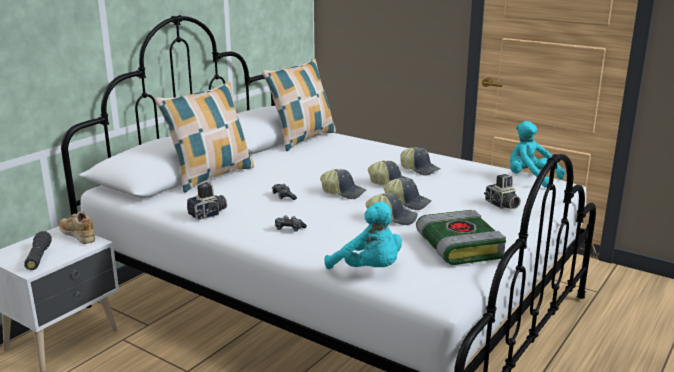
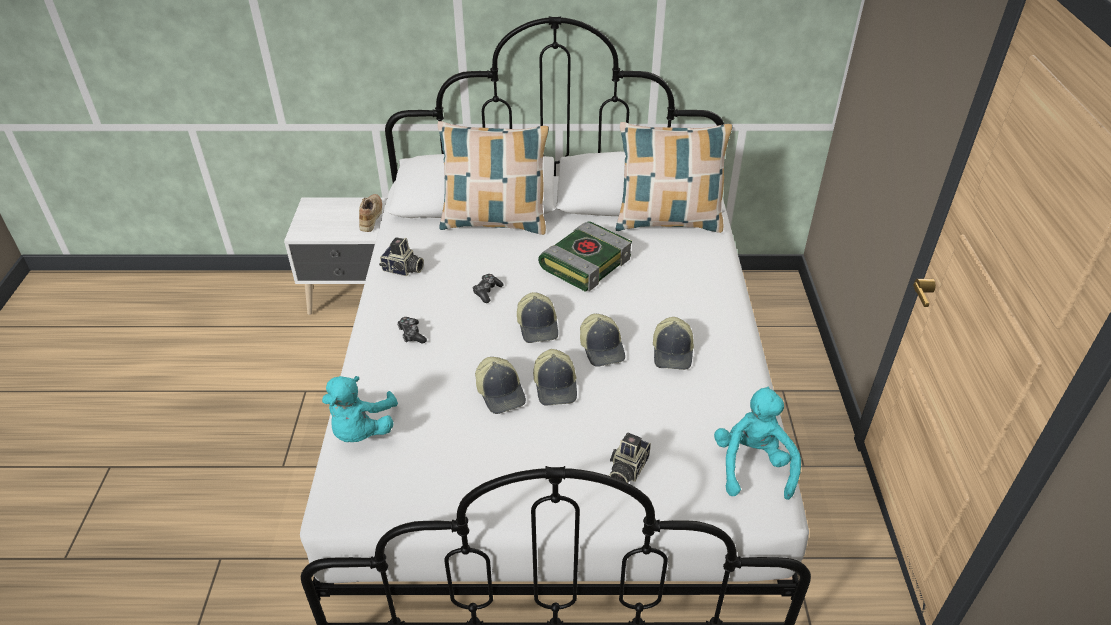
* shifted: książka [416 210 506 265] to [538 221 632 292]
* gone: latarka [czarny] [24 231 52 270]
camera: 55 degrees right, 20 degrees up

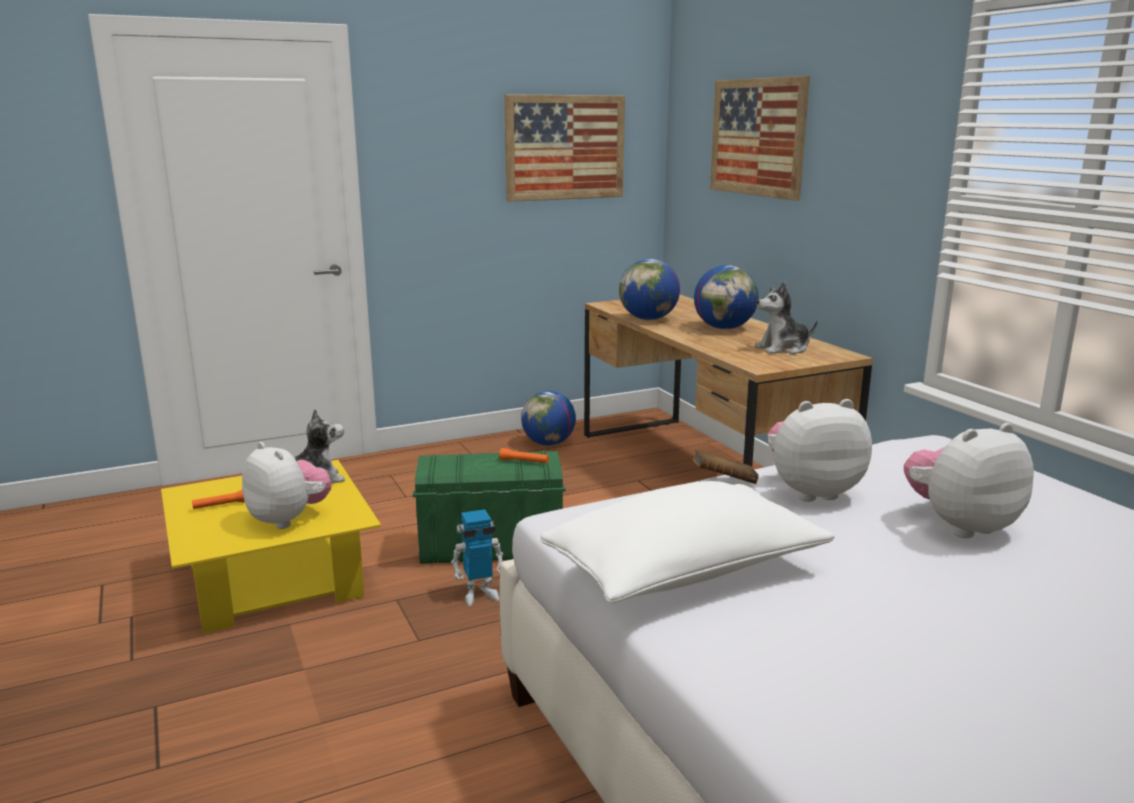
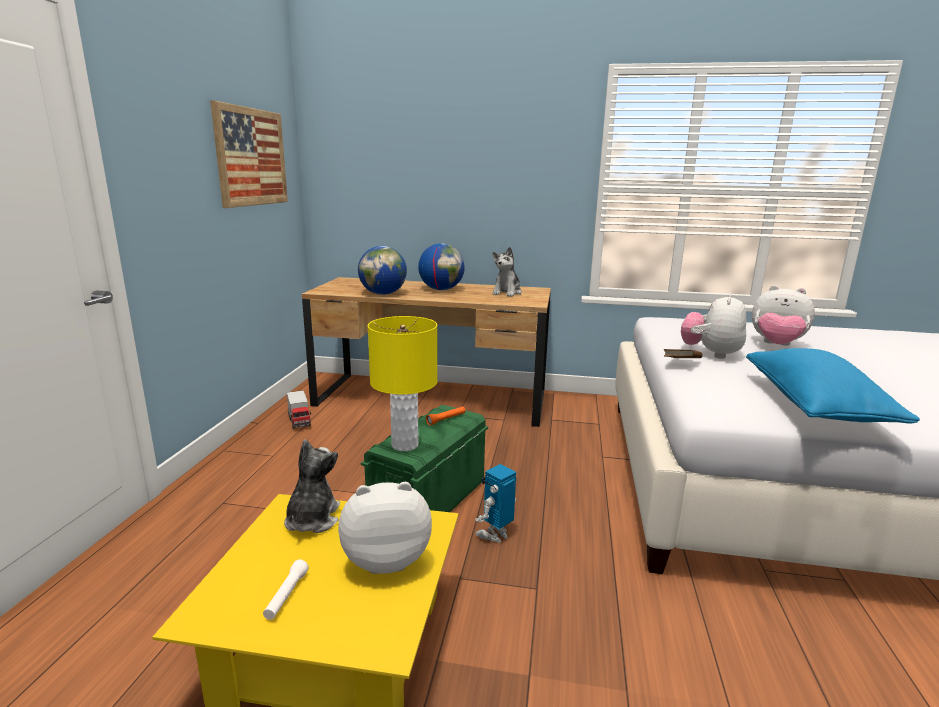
* repainted: latarka [pomarańczowy] [192 490 245 509] to latarka [biały] [263 559 309 620]
* swapped: globus [521 391 576 446] to ciężarówka zabawkowa [287 390 311 429]
* new: lampa stołowa [żółty] [368 316 437 451]
* rotated: robot zabawkowy [451 509 503 606] = [475 464 517 543] 150 degrees counterclockwise
* repainted: poduszka [biały] [540 481 835 603] to poduszka [niebieski] [746 348 920 423]
* rotated: pluszak [904 423 1034 538] = [752 285 815 346] 75 degrees counterclockwise
* gone: obraz [710 76 810 201]
camera: 55 degrees left, 0 degrees up

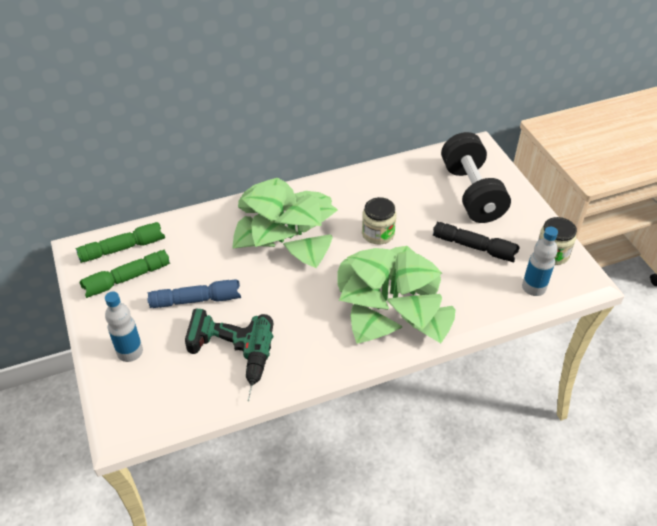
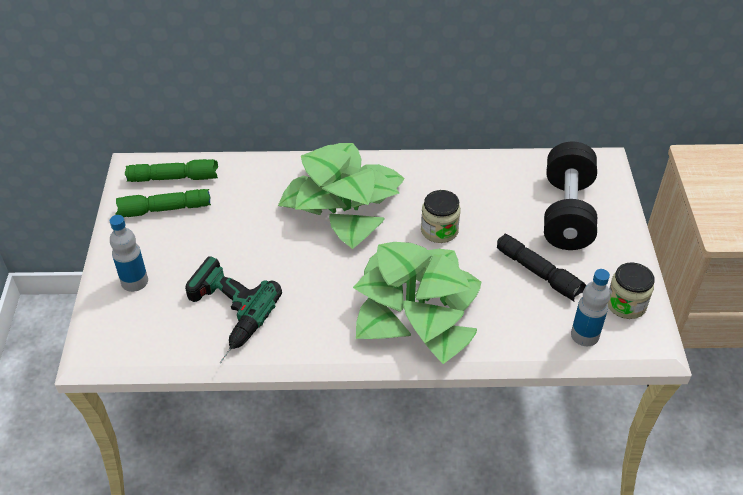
* gone: latarka [niebieski] [147 279 241 308]
camera: 20 degrees right, 0 degrees up

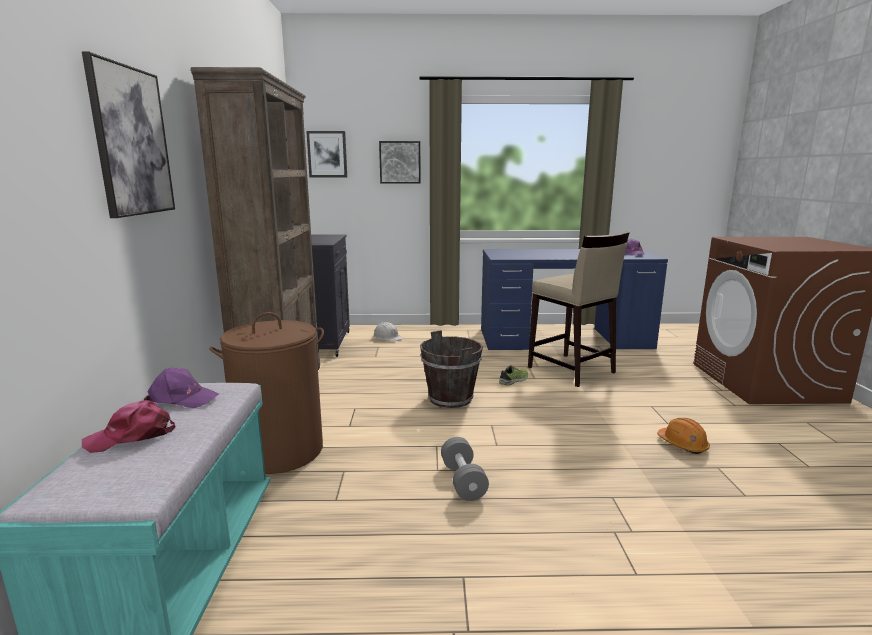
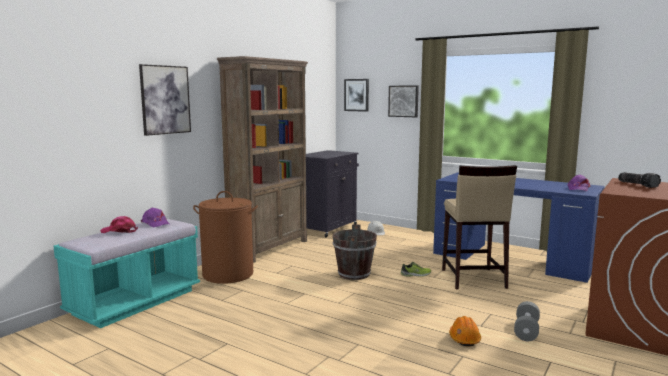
* shifted: hantel [szary] [441 437 489 501] to [514 301 540 341]
* new: latarka [618 172 661 188]
camera: 35 degrees right, 5 degrees down

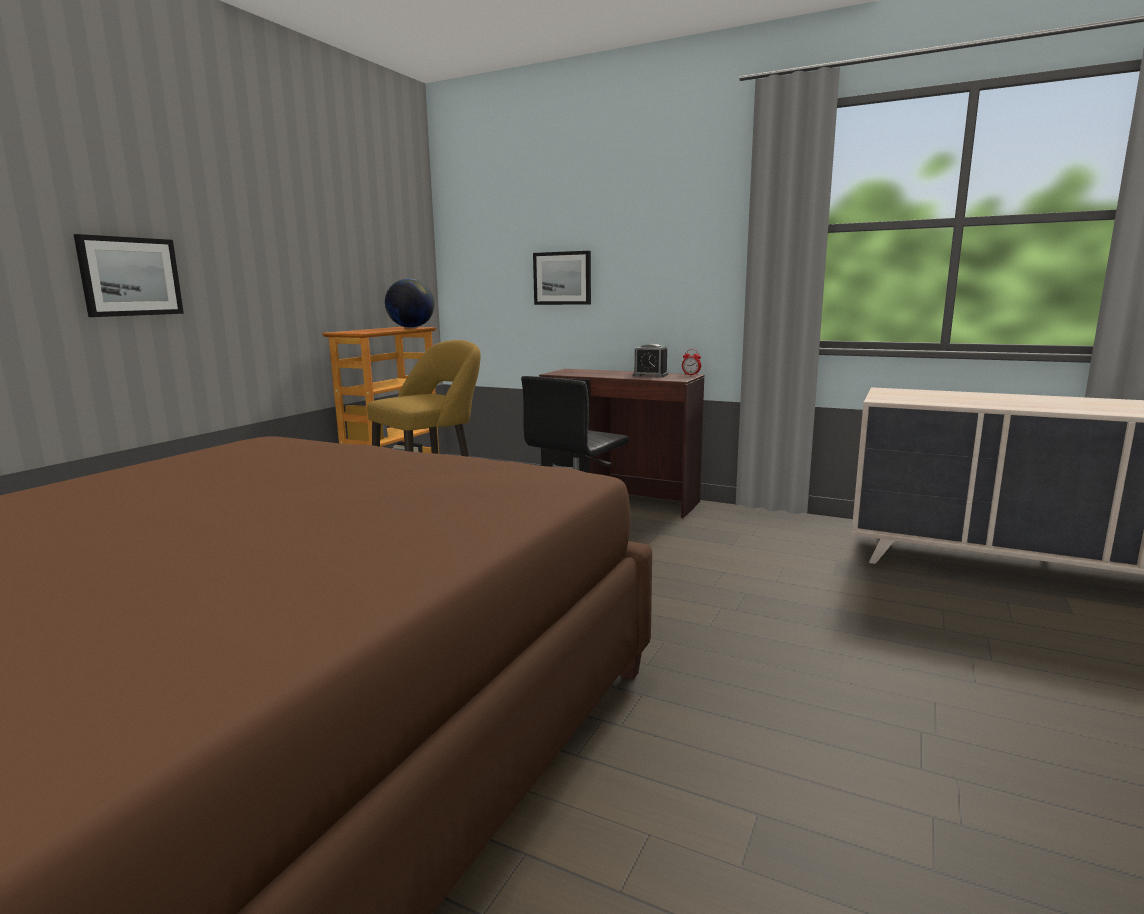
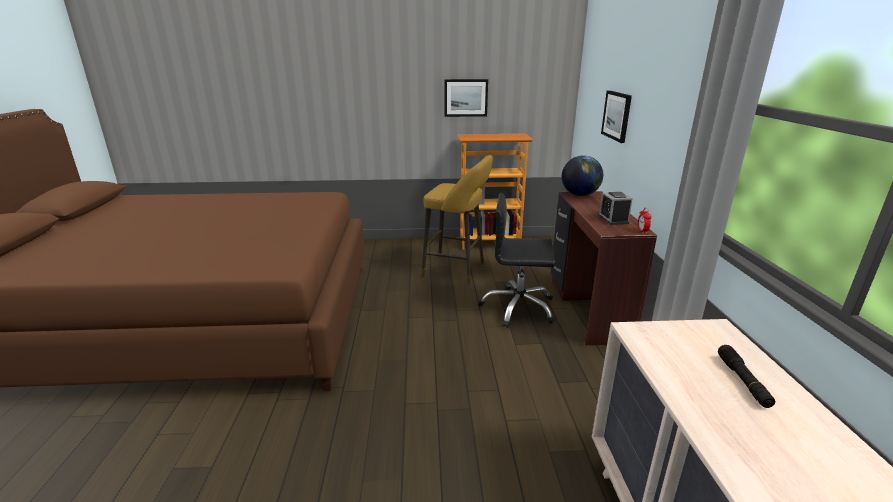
* shifted: obraz [74 234 184 317] to [444 79 488 117]
* shifted: globus [385 279 434 328] to [562 155 603 196]
* new: latarka [czarny] [718 345 775 408]
camera: 60 degrees right, 10 degrees up

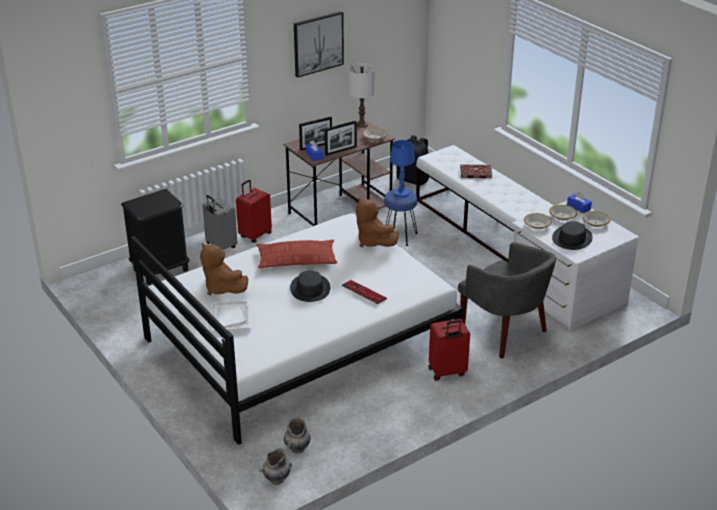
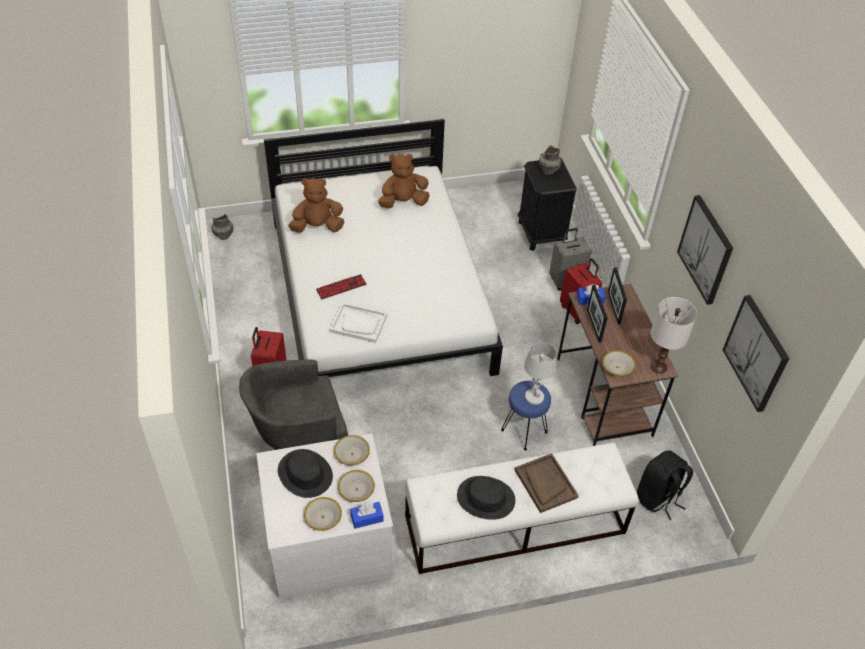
* shifted: pluszak [brązowy] [356 197 399 247] to [288 178 344 233]
* shifted: taca [biały] [212 300 251 334] to [330 303 387 343]
* shifted: kapelusz [czarny] [290 271 330 302] to [457 476 515 520]
* swapped: książka [460 164 492 178] to taca [brązowy] [515 453 579 513]
* repainted: lampa stołowa [niebieski] [390 140 415 197] to lampa stołowa [biały] [524 342 557 405]
* shifted: wazon [szary] [284 416 311 453] to [539 145 561 175]
* new: obraz [723 295 789 412]
* gone: poduszka [256 240 337 268]
camera: 110 degrees right, 15 degrees up

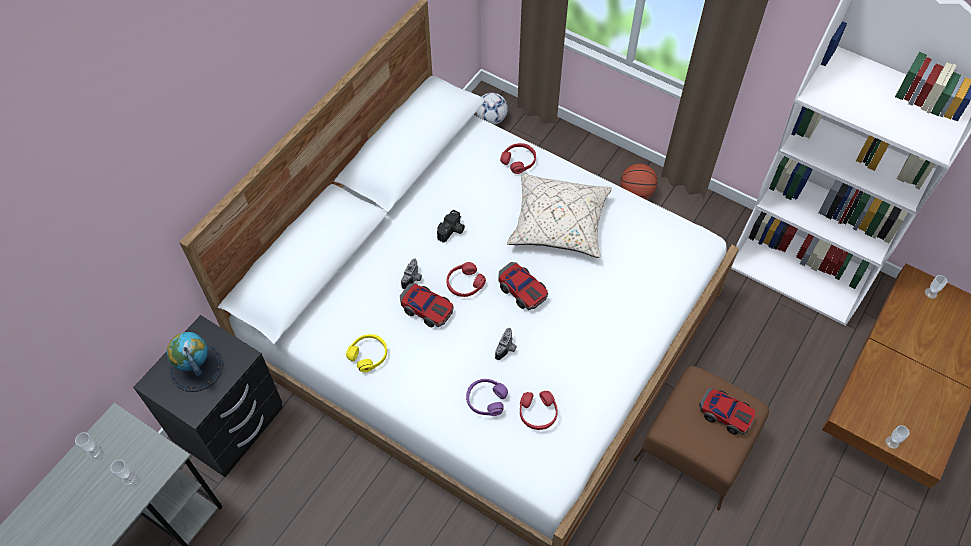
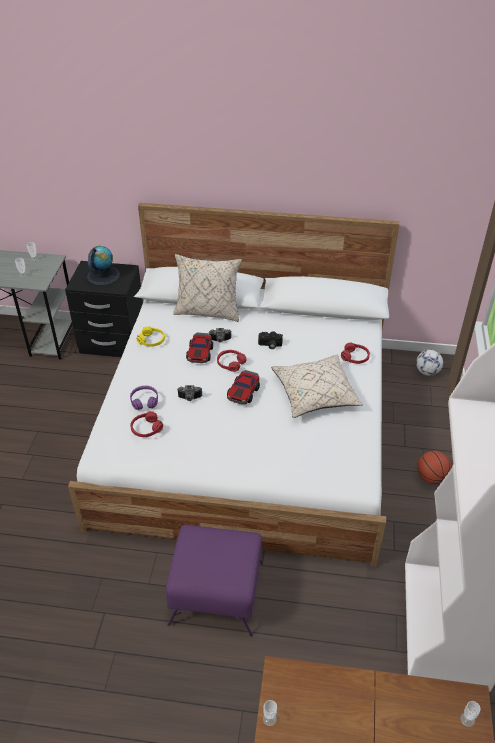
* repainted: pufa [brązowy] [634 366 769 511] to pufa [fioletowy] [166 525 263 637]
* new: poduszka [beżowy] [173 254 242 322]
* gone: samochodzik [699 388 755 435]
camera: 65 degrees right, 15 degrees down

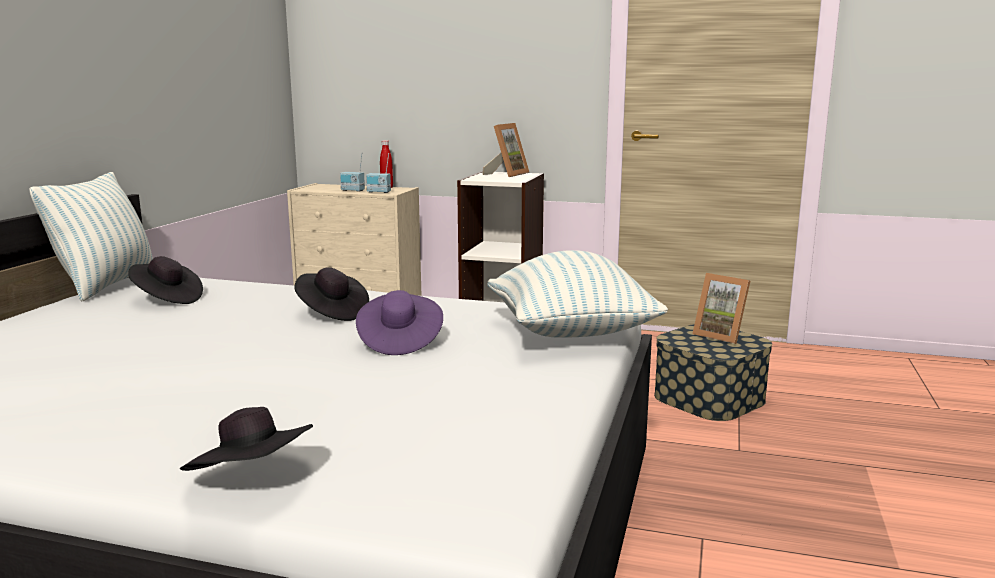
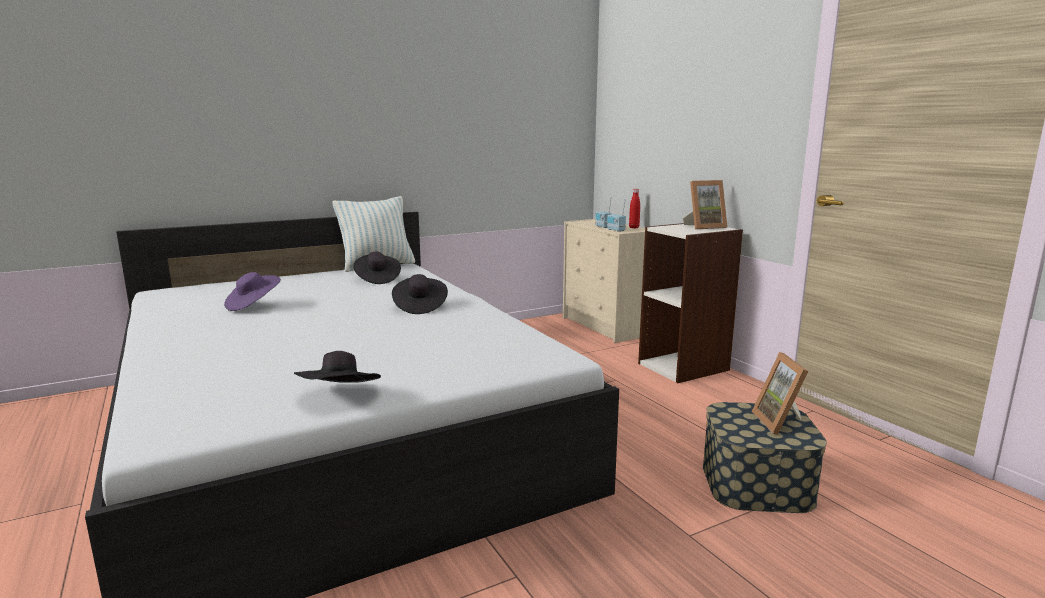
* shifted: kapelusz [fioletowy] [356 290 443 355] to [224 272 281 311]
* shifted: kapelusz [czarny] [180 407 313 471] to [294 351 381 383]
* gone: poduszka [487 250 668 338]
camera: 45 degrees right, 0 degrees up

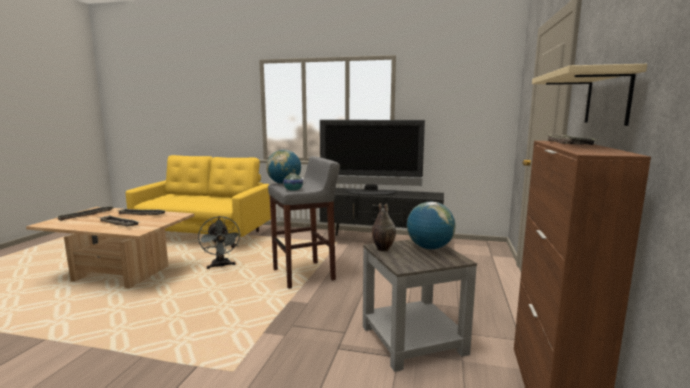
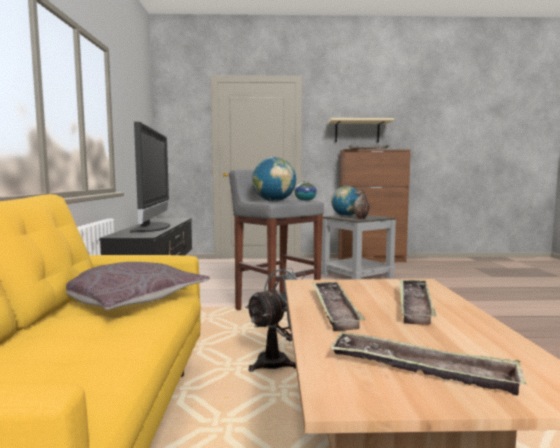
* new: poduszka [szary] [66 262 210 310]
camera: 105 degrees left, 5 degrees down

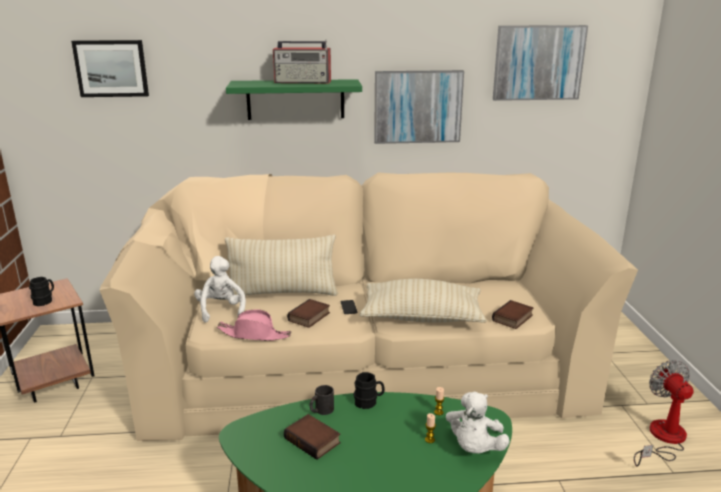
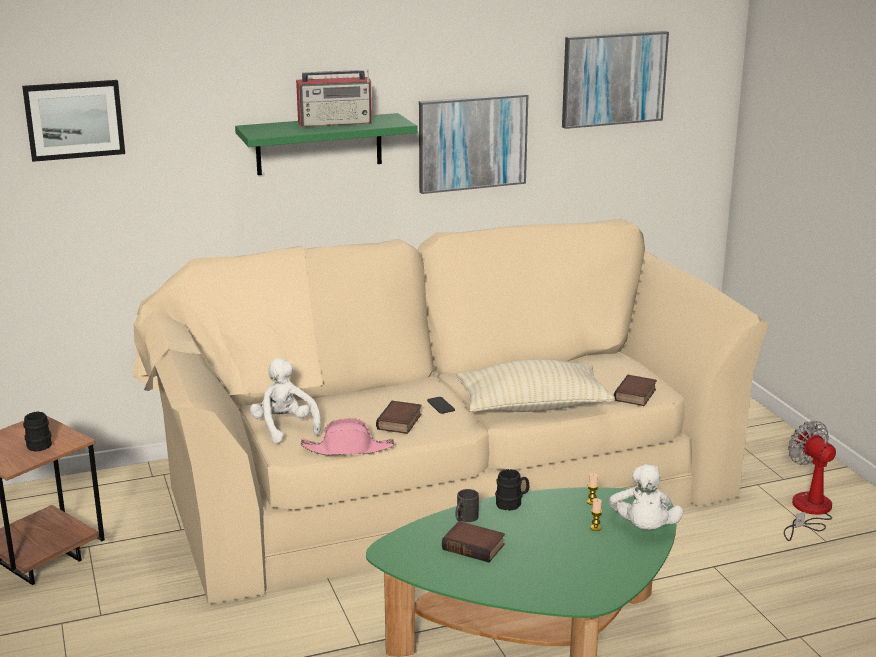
* gone: poduszka [beżowy] [225 235 338 296]
camera: 15 degrees left, 0 degrees up

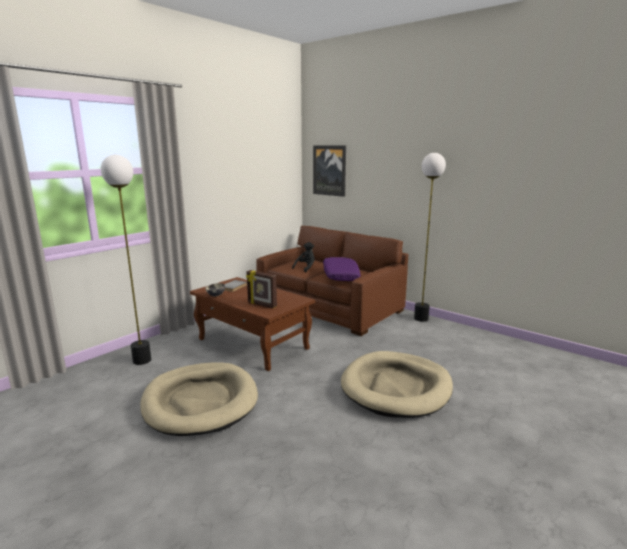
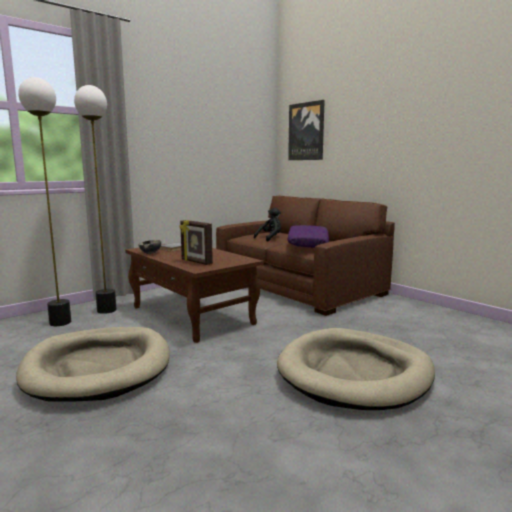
* shifted: lampa stojąca [414 153 446 322] to [74 85 117 314]
camera: 10 degrees right, 5 degrees down

